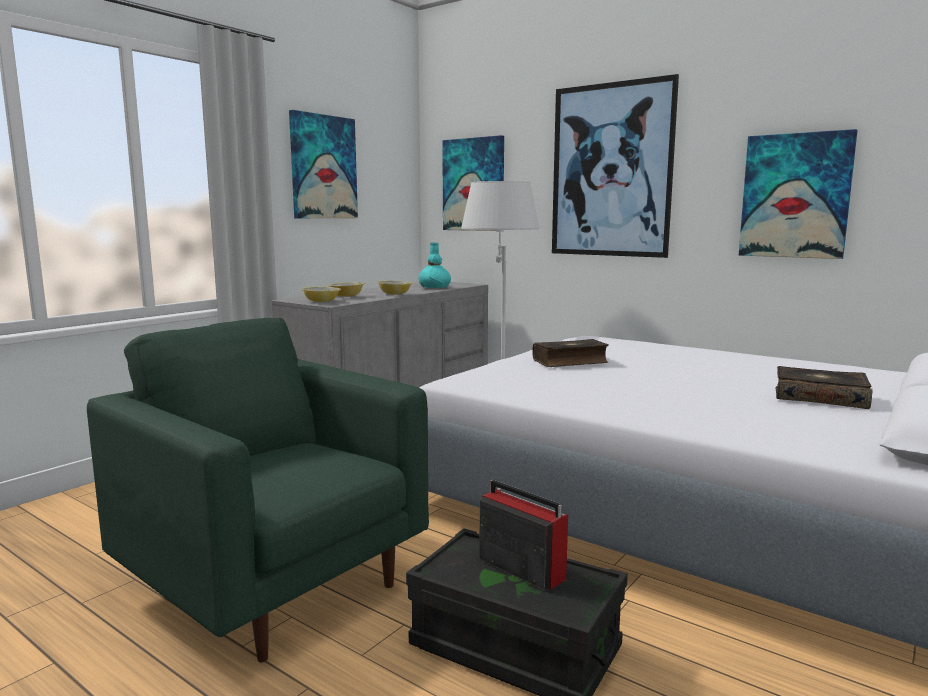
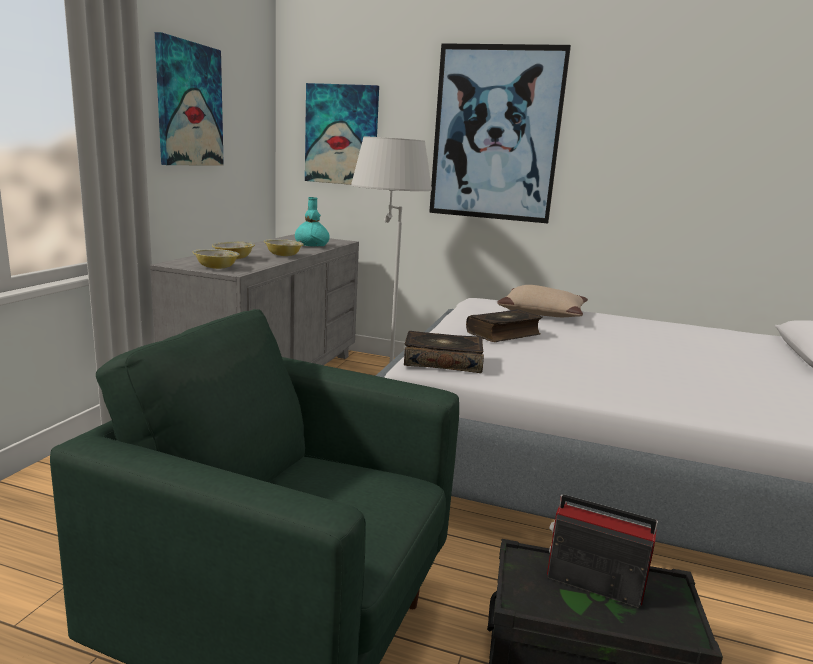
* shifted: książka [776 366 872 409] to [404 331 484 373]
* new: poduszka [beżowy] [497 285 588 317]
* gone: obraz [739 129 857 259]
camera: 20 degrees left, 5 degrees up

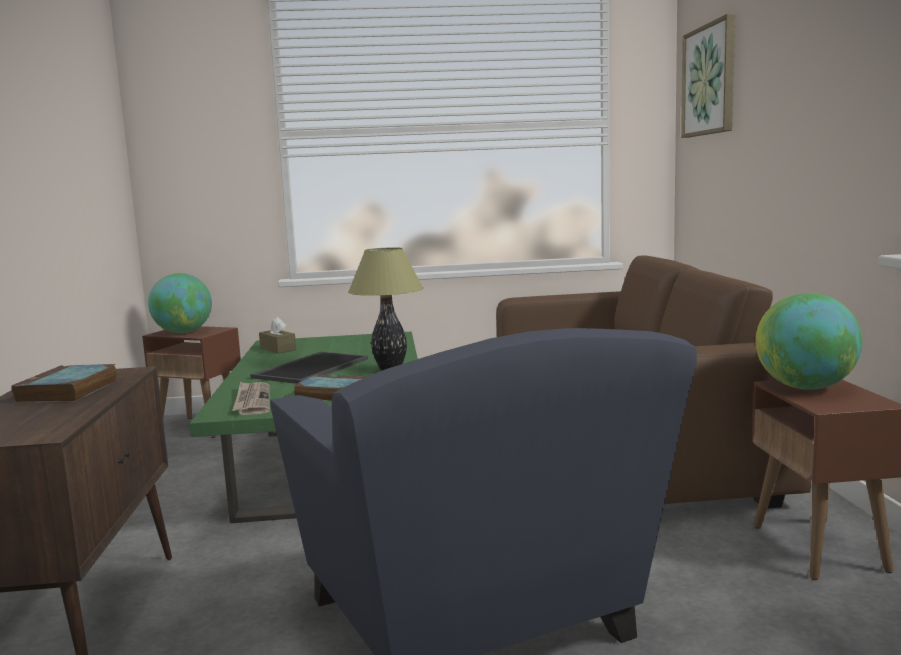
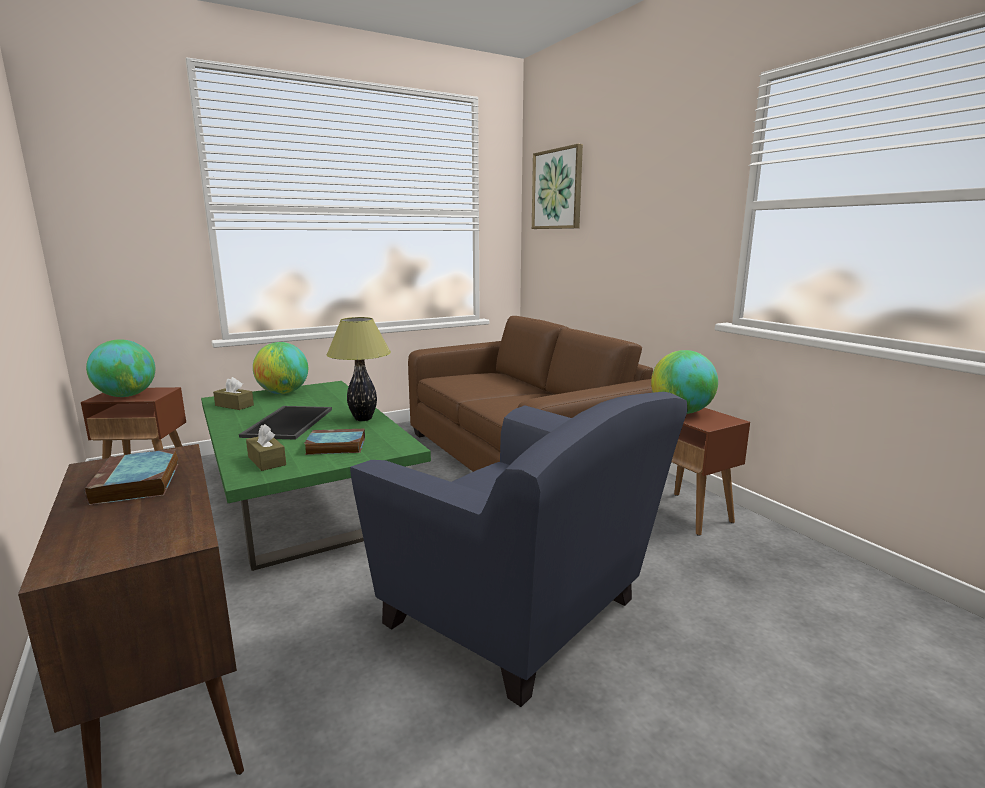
* swapped: gazeta [232 381 270 415] to pudełko chusteczek [brązowy] [246 424 286 471]
* new: globus [253 342 308 394]
camera: 25 degrees left, 5 degrees up

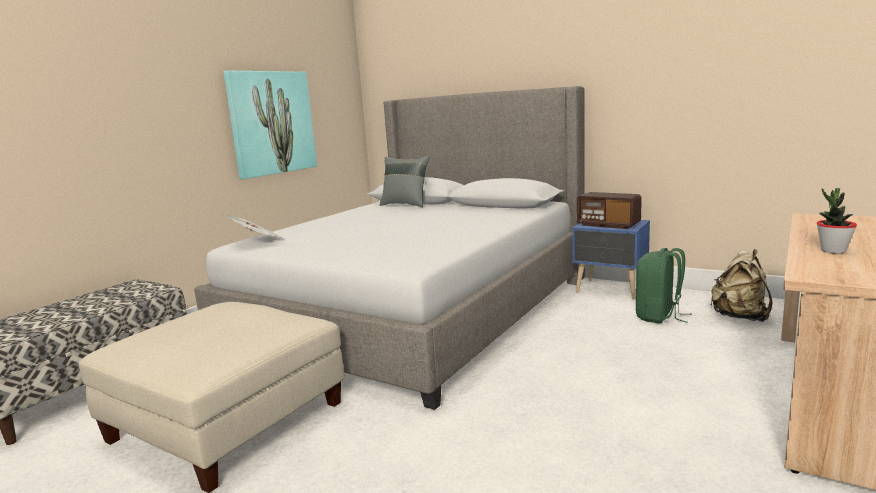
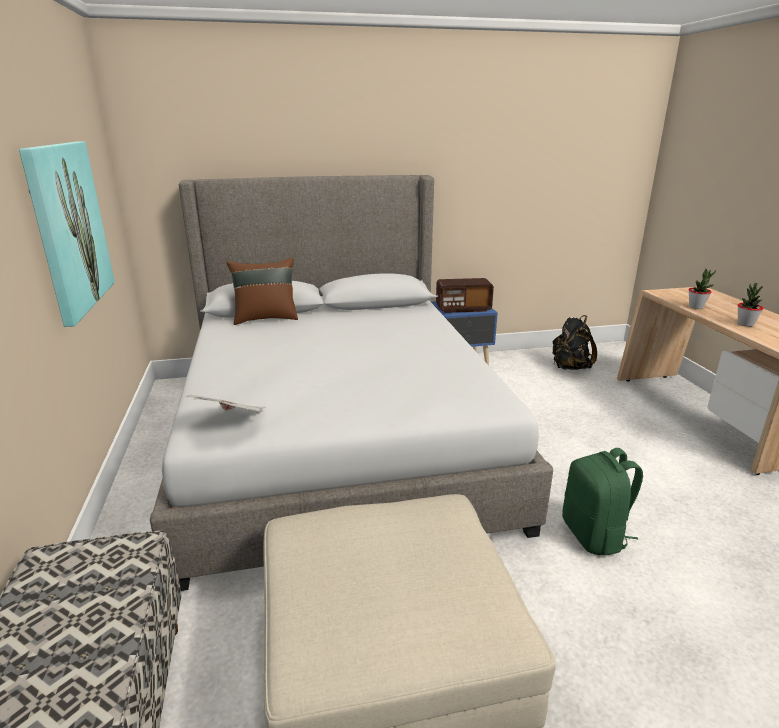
* repainted: poduszka [szary] [380 156 429 207] to poduszka [brązowy] [226 257 298 325]
* repainted: plecak [beżowy] [710 249 772 322] to plecak [czarny] [553 315 597 370]
* shifted: plecak [zielony] [636 248 692 324] to [562 448 643 555]
* new: roślina doniczkowa [689 269 716 309]
camera: 45 degrees left, 10 degrees up

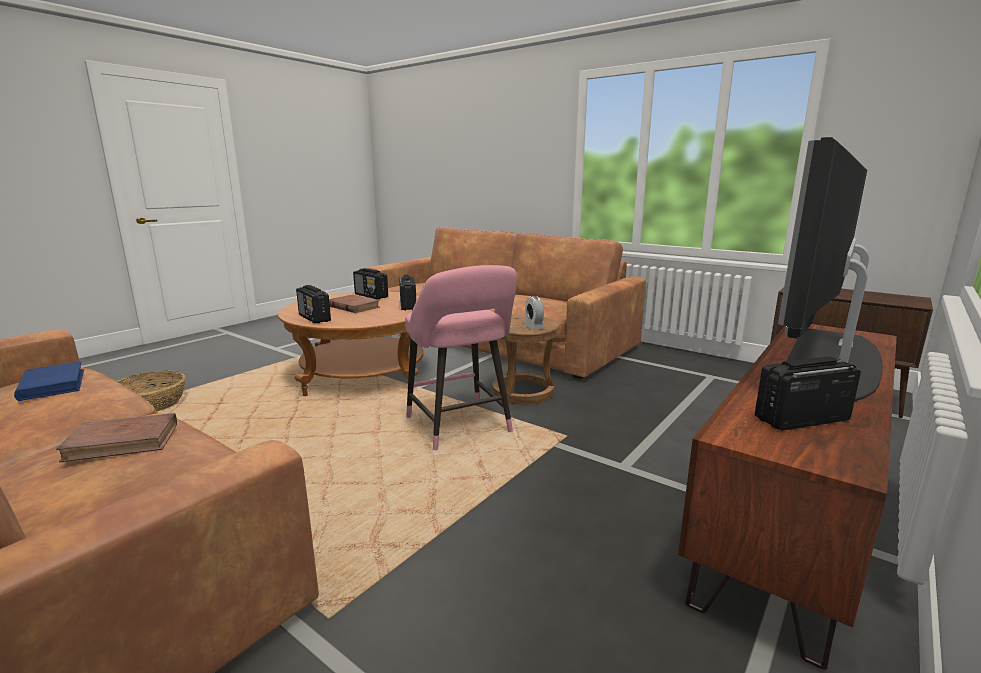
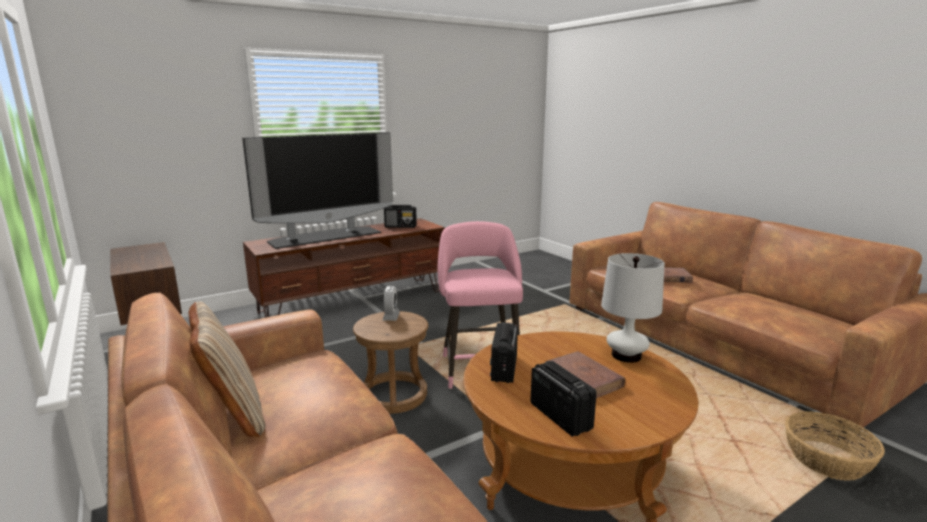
* new: poduszka [beżowy] [188 301 266 437]
* swapped: radio [296 285 331 323] to lampa stołowa [biały] [601 253 665 363]
* gone: książka [niebieski] [14 362 84 401]
camera: 160 degrees left, 0 degrees up

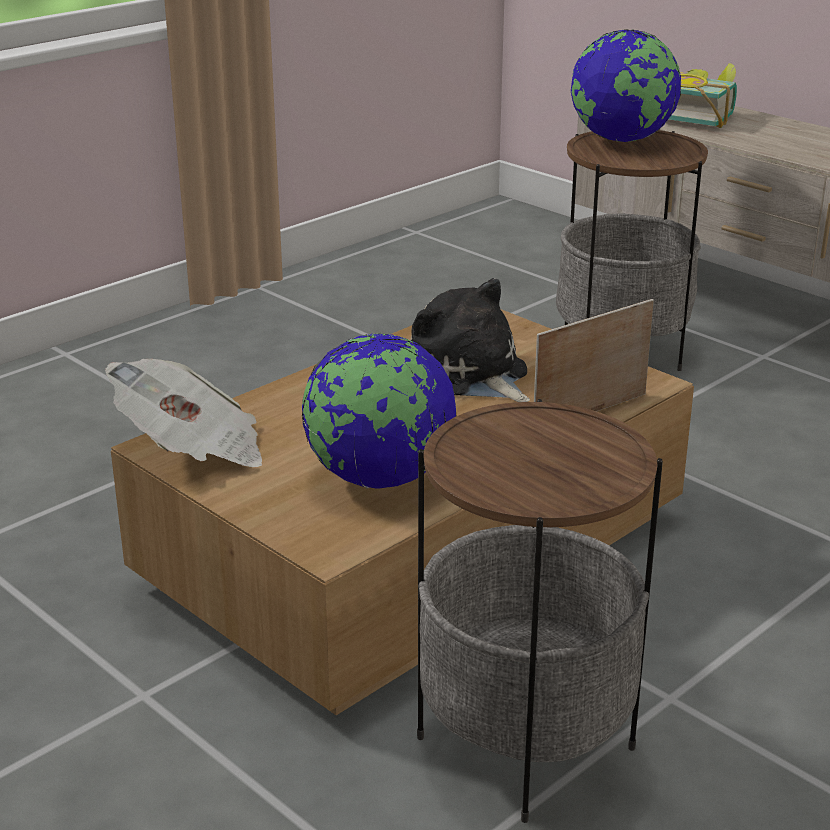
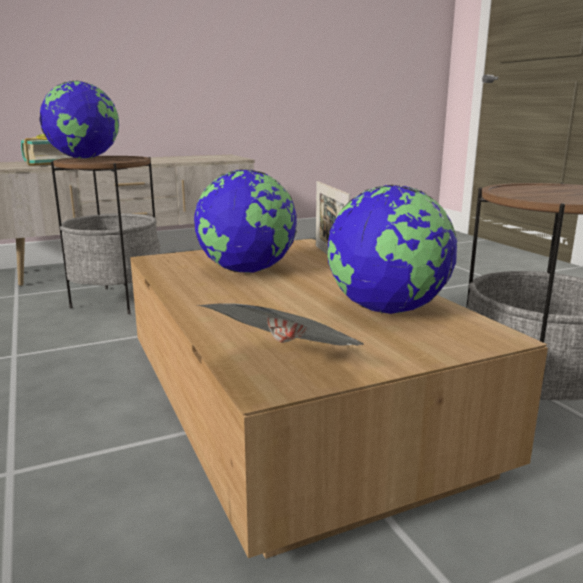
* swapped: pluszak [410 278 530 402] to globus [194 169 296 273]
camera: 70 degrees left, 10 degrees down

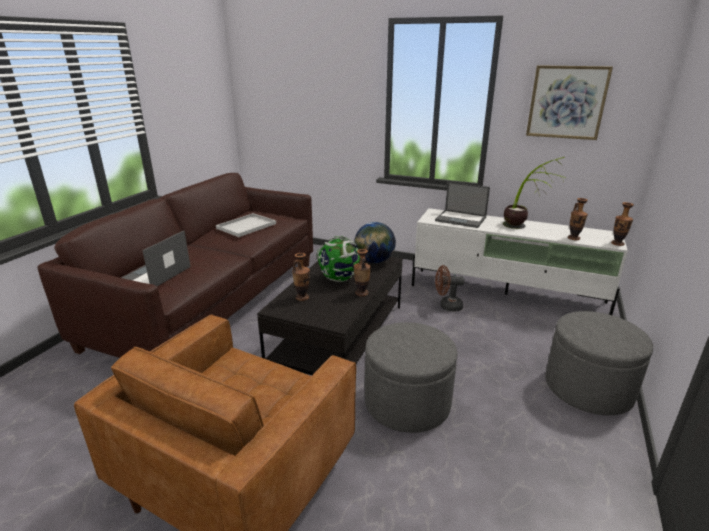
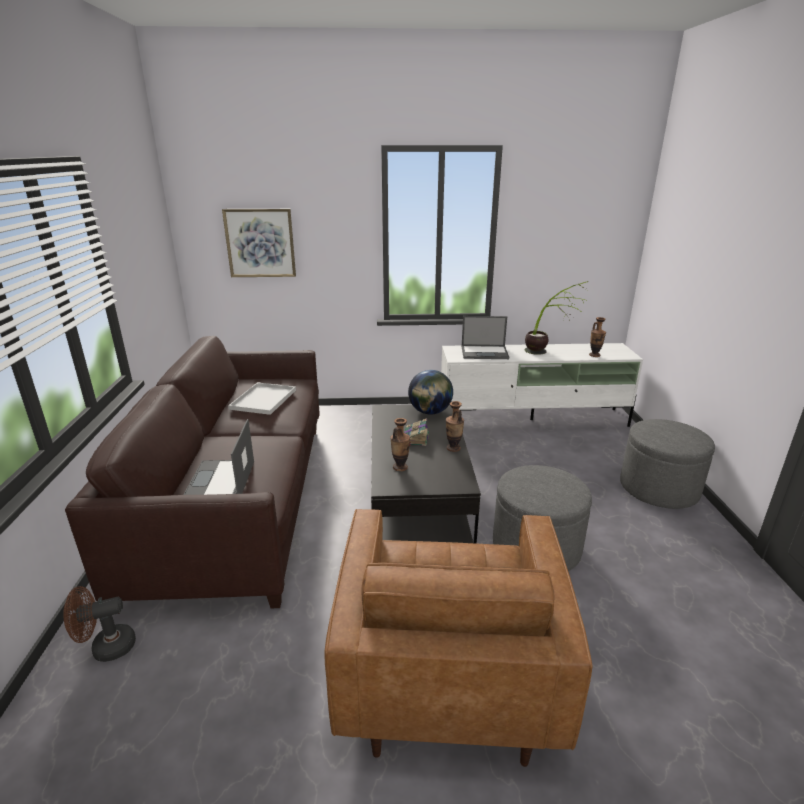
* shifted: wentylator [brązowy] [435 265 465 312] to [63 586 136 662]
* shifted: obraz [526 65 613 140] to [222 209 296 277]
* swapped: globus [317 236 360 282] to książka [404 418 429 446]
* gone: wazon [611 202 634 246]
camera: 25 degrees left, 0 degrees up

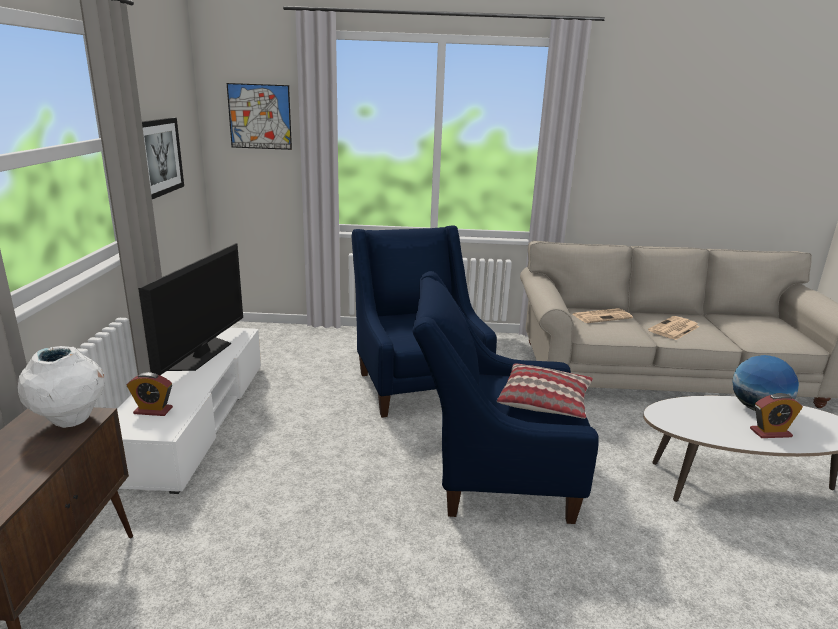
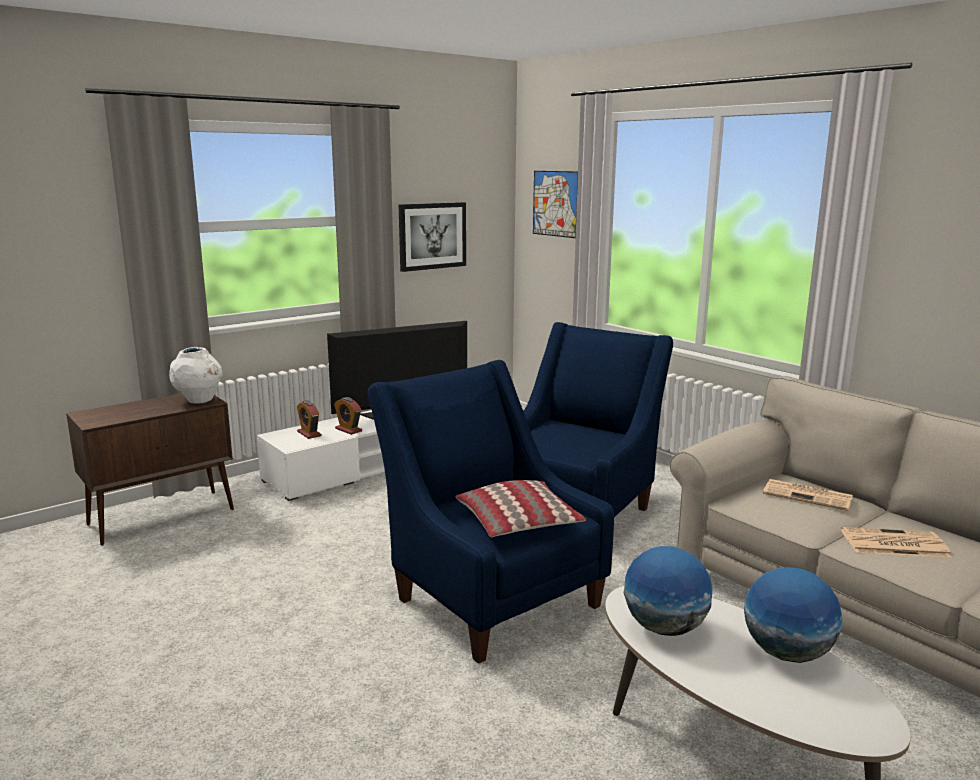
* shifted: budzik [750 393 803 438] to [334 397 362 435]
* new: globus [624 546 713 636]
camera: 50 degrees right, 5 degrees down

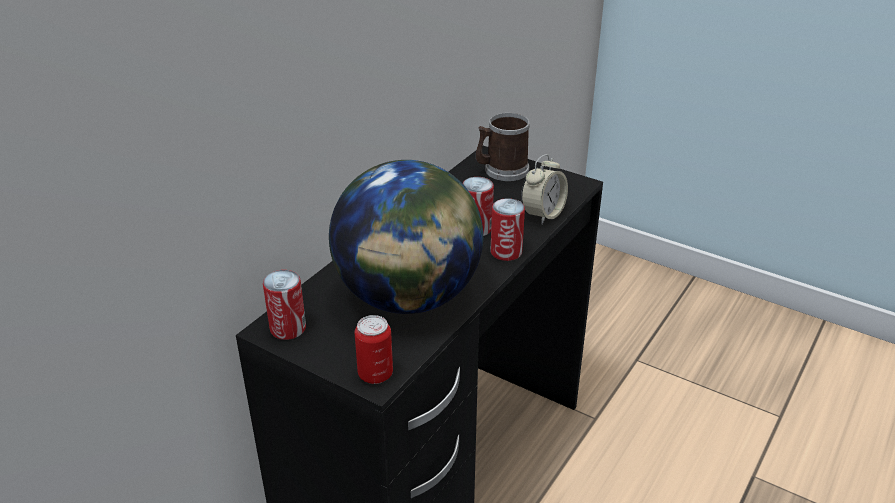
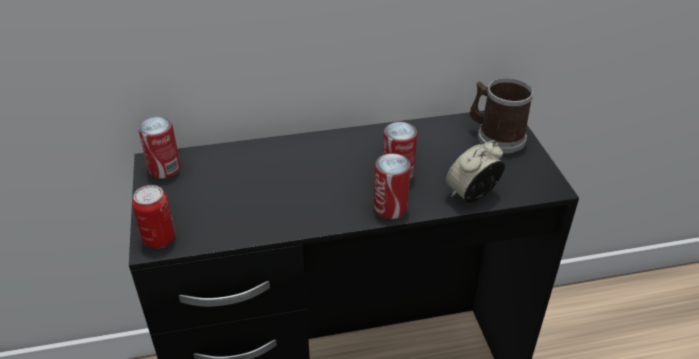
* rotated: budzik [521 154 568 225] = [446 140 505 203] 150 degrees clockwise
* gone: globus [329 160 483 314]
camera: 45 degrees right, 5 degrees up

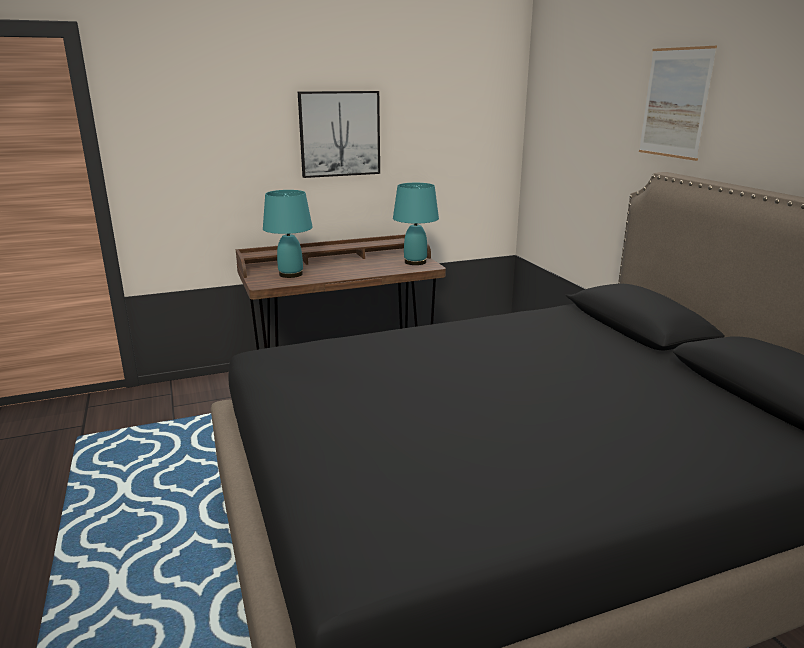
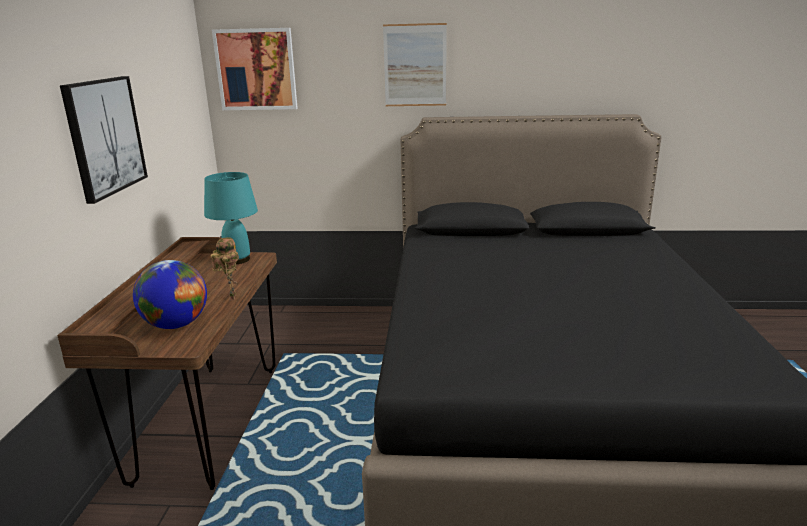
* swapped: lampa stołowa [turkusowy] [263 190 313 278] to globus [133 260 207 329]
* new: robot zabawkowy [210 237 239 301]
* new: obraz [212 28 298 110]
camera: 65 degrees left, 0 degrees up

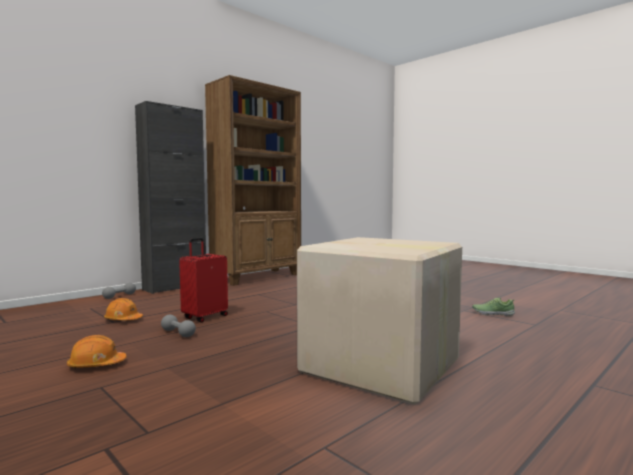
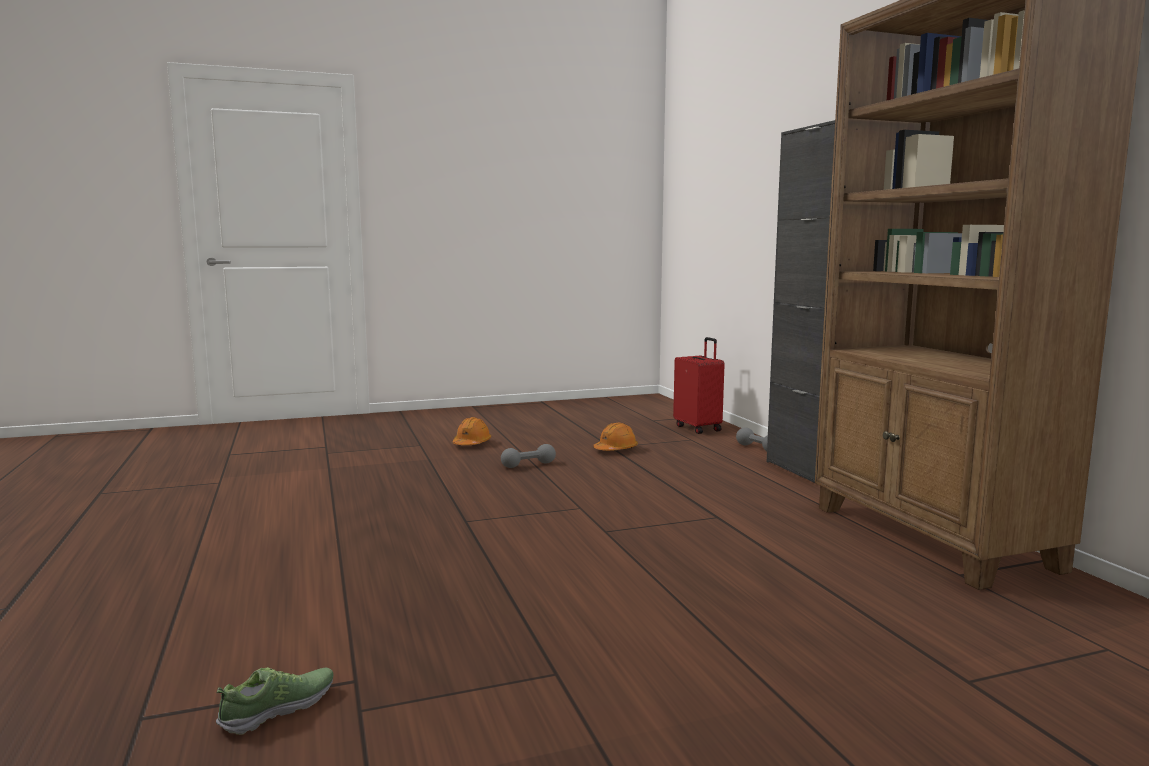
* shifted: walizka [czerwony] [179 238 228 322] to [673 337 725 434]
* gone: karton [297 237 462 405]
camera: 115 degrees right, 5 degrees up

